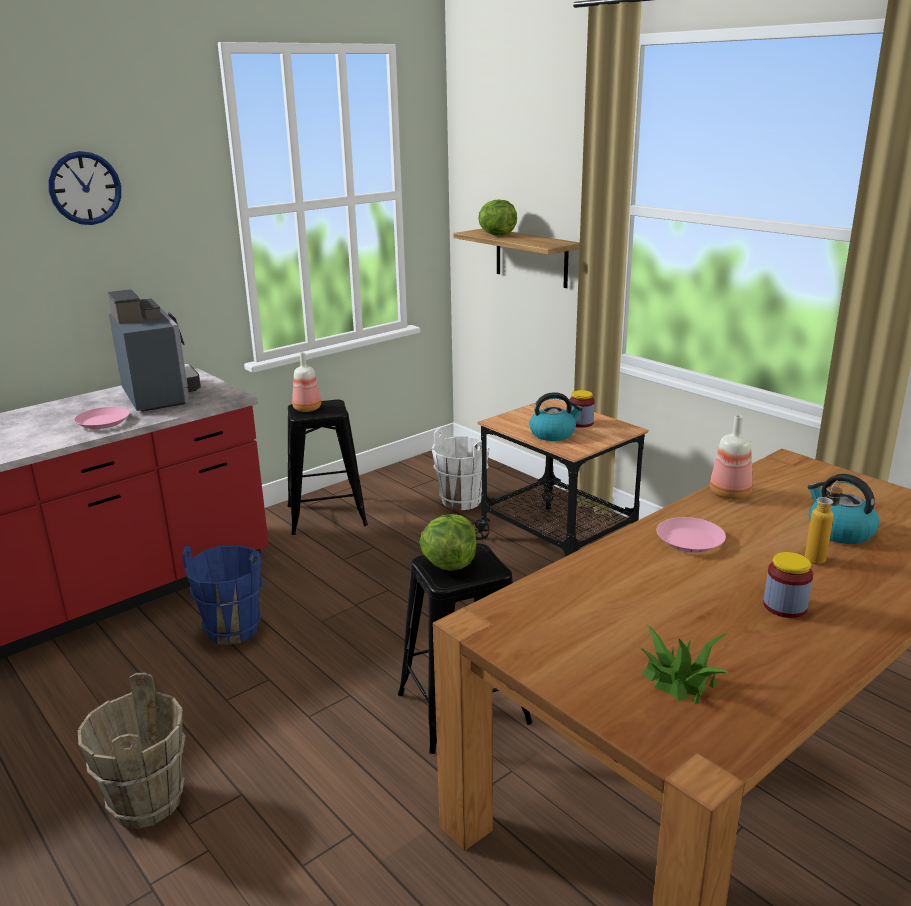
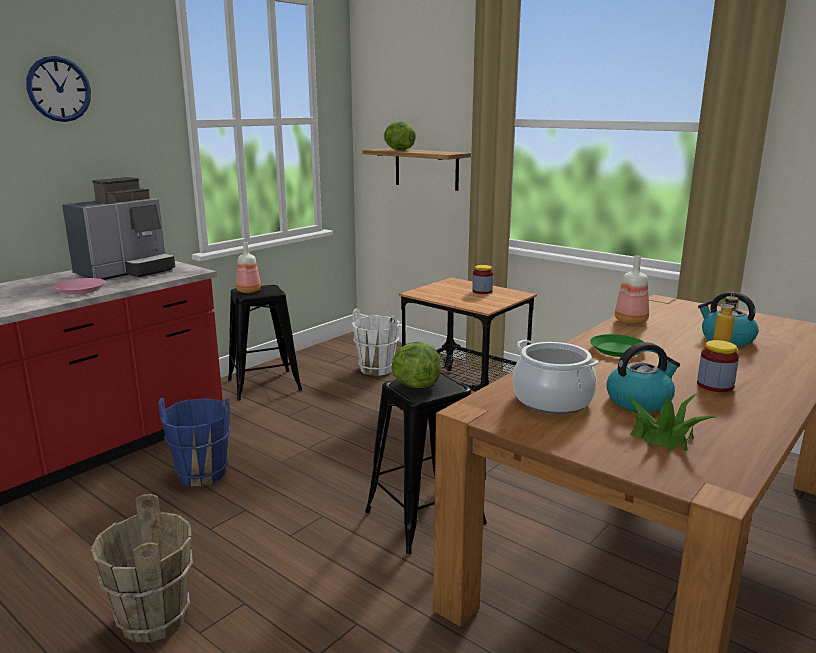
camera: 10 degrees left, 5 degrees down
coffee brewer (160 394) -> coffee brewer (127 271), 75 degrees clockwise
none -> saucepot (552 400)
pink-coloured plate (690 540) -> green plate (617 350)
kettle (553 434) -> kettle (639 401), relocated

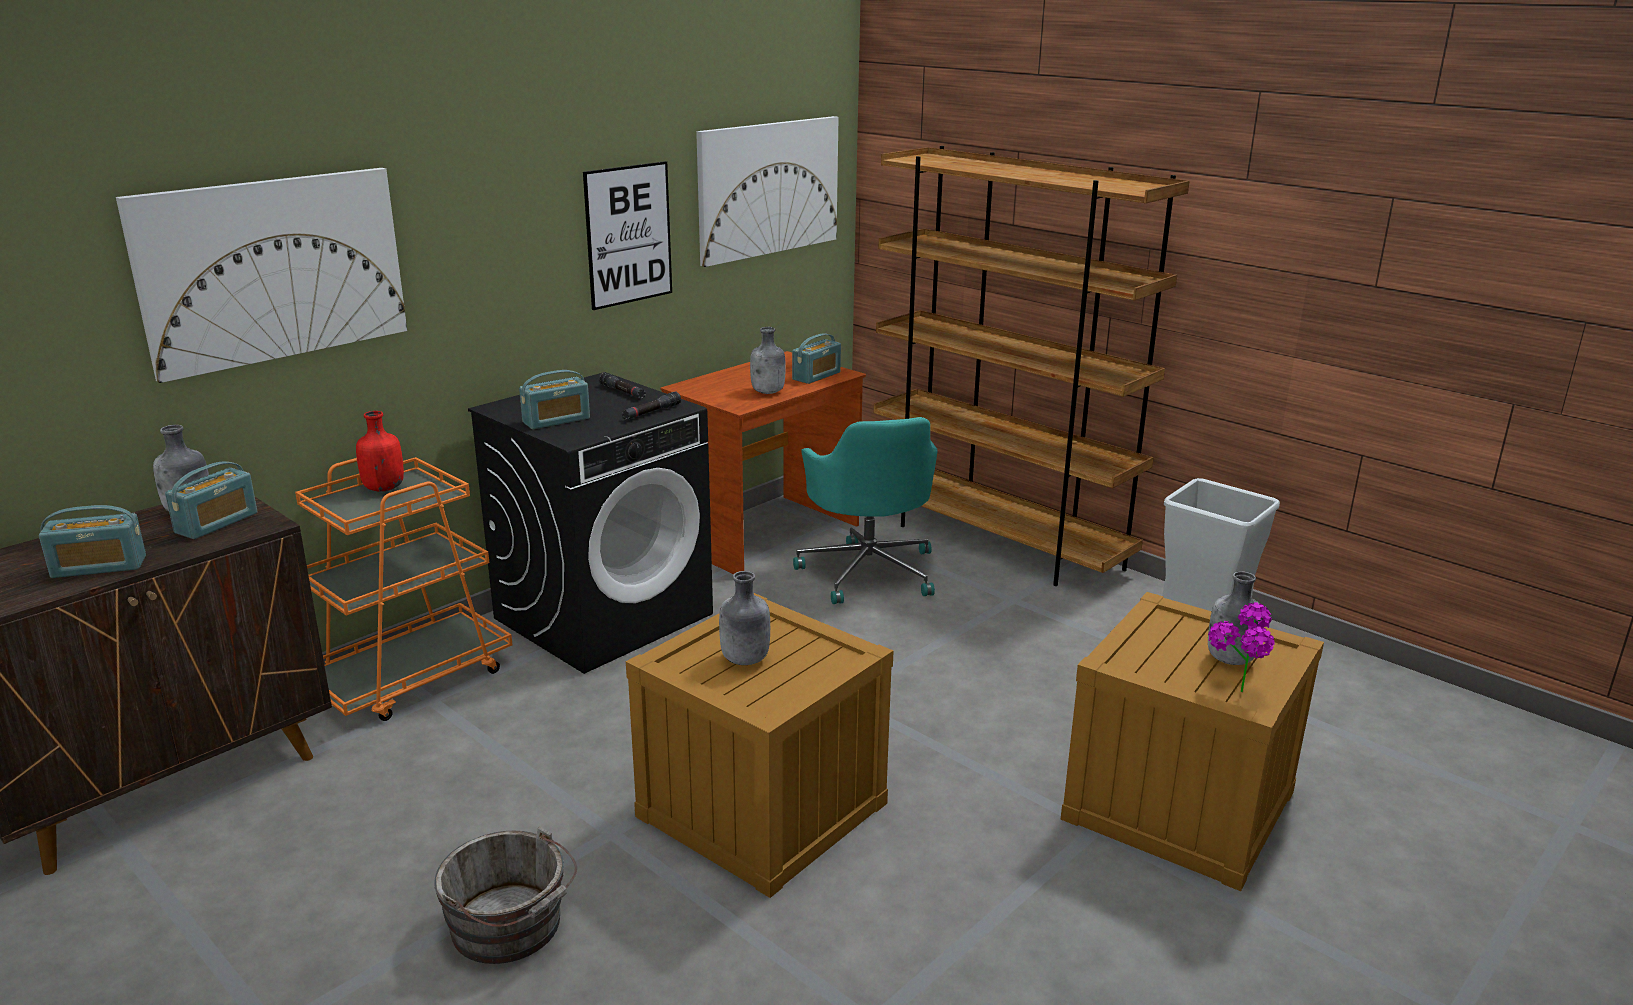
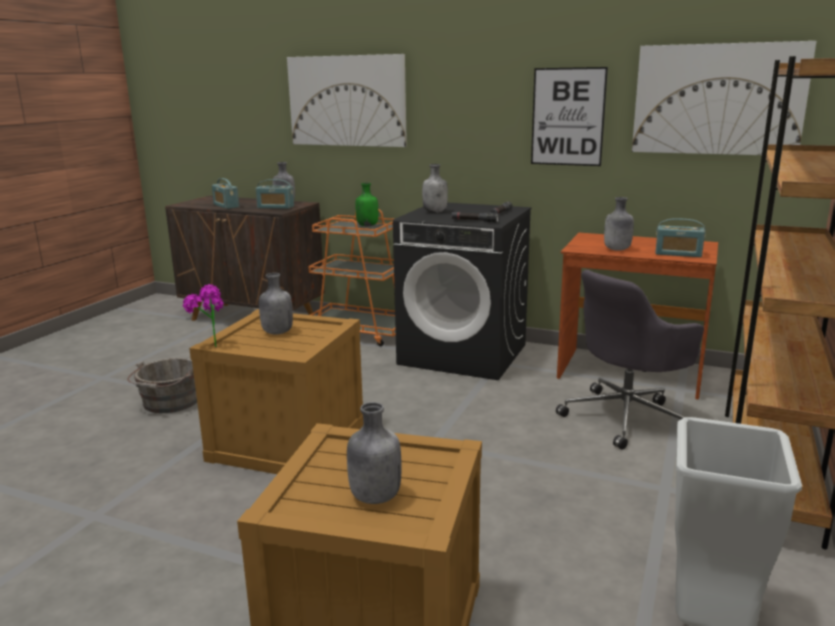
camera: 70 degrees right, 5 degrees down
potted plant (1235 696) -> potted plant (209 345), relocated
red beverage bottle (383 488) -> green beverage bottle (367 225)
radio receiver (556 420) -> grey beverage bottle (435 212)
blue-green computer chair (869 571) -> grey computer chair (627 417)

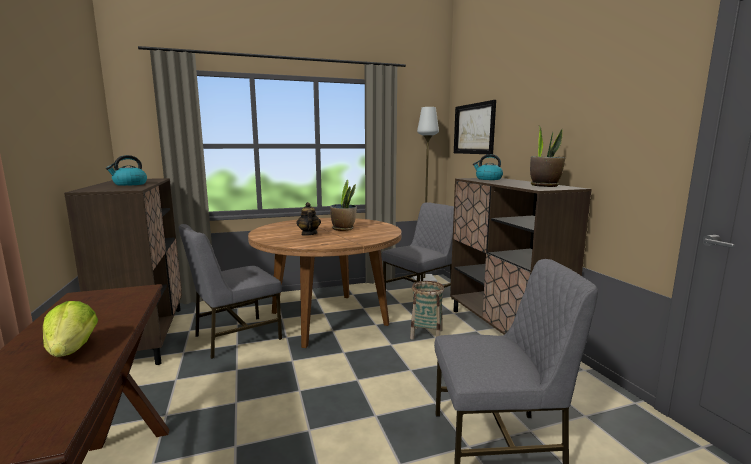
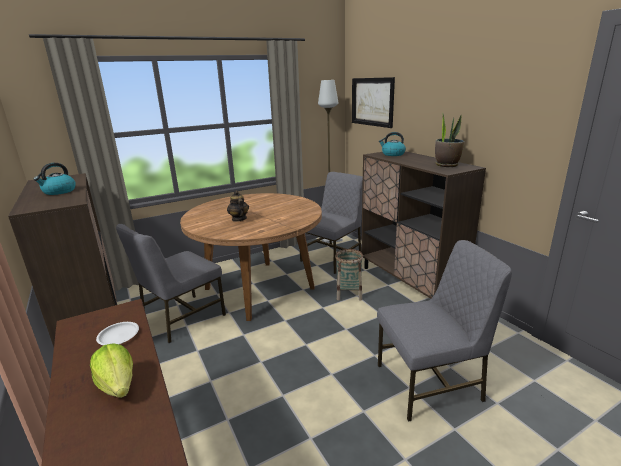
camera: 10 degrees left, 10 degrees up
none -> whitish plate (119 336)
potted plant (343 229) -> none

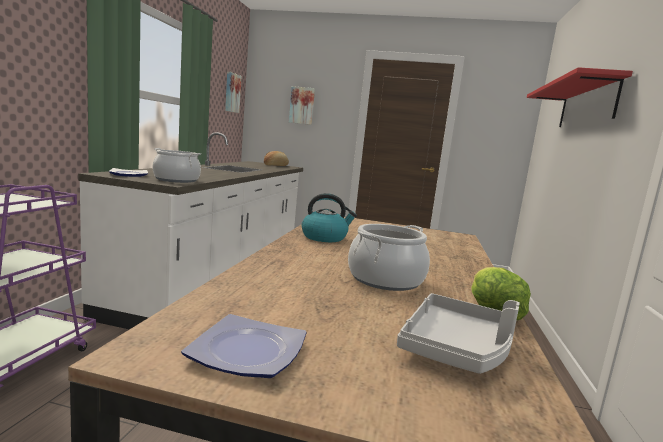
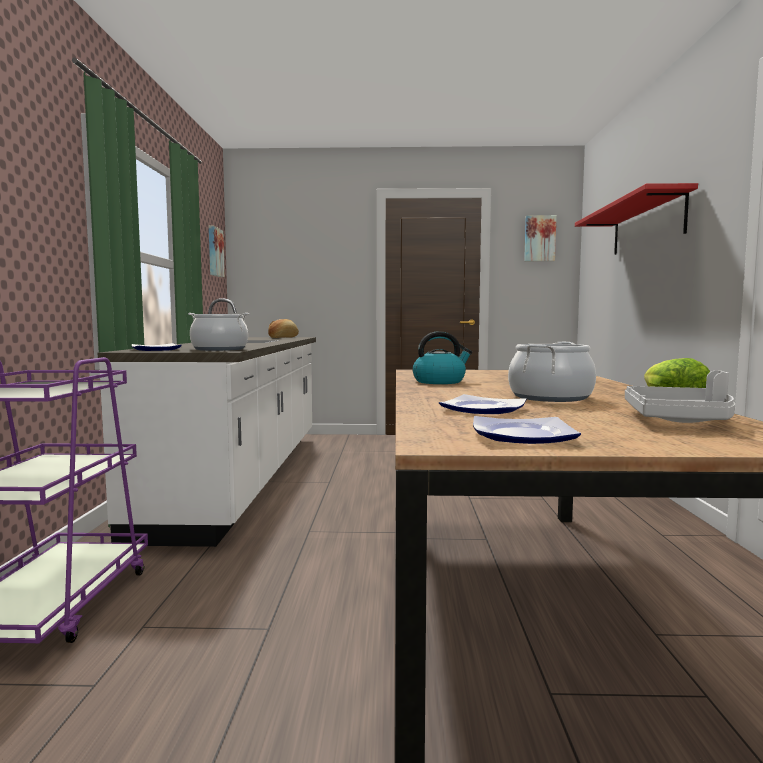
camera: 10 degrees left, 5 degrees down
none -> plate (485 409)
picture (302 105) -> picture (539 238), relocated

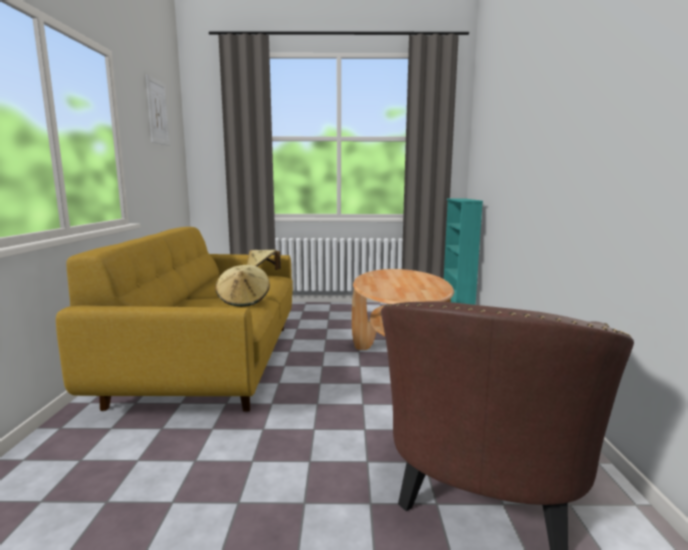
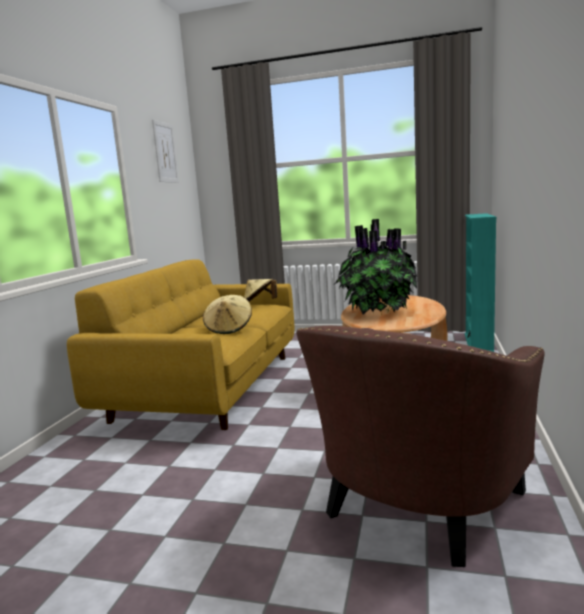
camera: 15 degrees right, 0 degrees up
none -> potted plant (377 312)

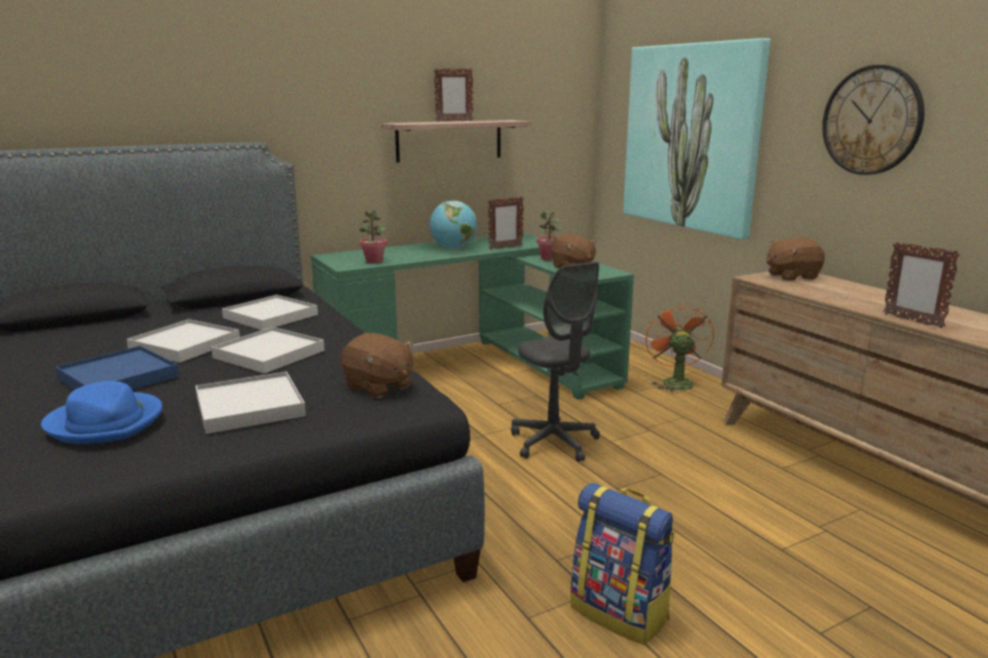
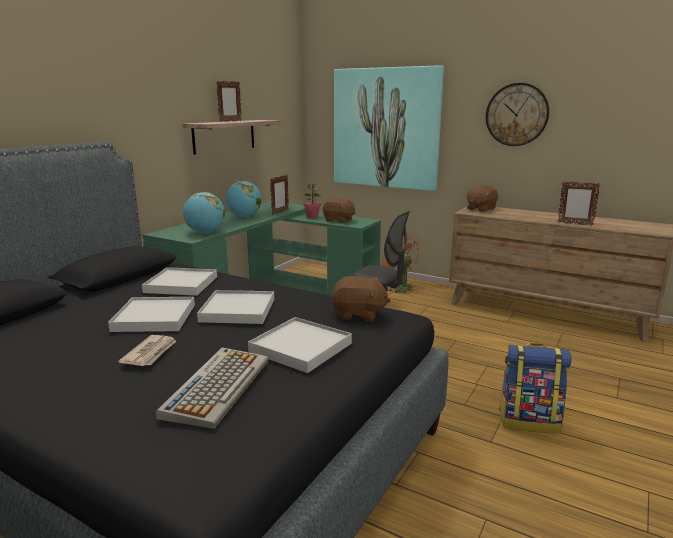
camera: 30 degrees left, 0 degrees up
blue serving tray (119 377) -> printed paper (150 353)
blue clothing hat (106 422) -> PC keyboard (217 386)
potted plant (374 261) -> desk globe (205 232)

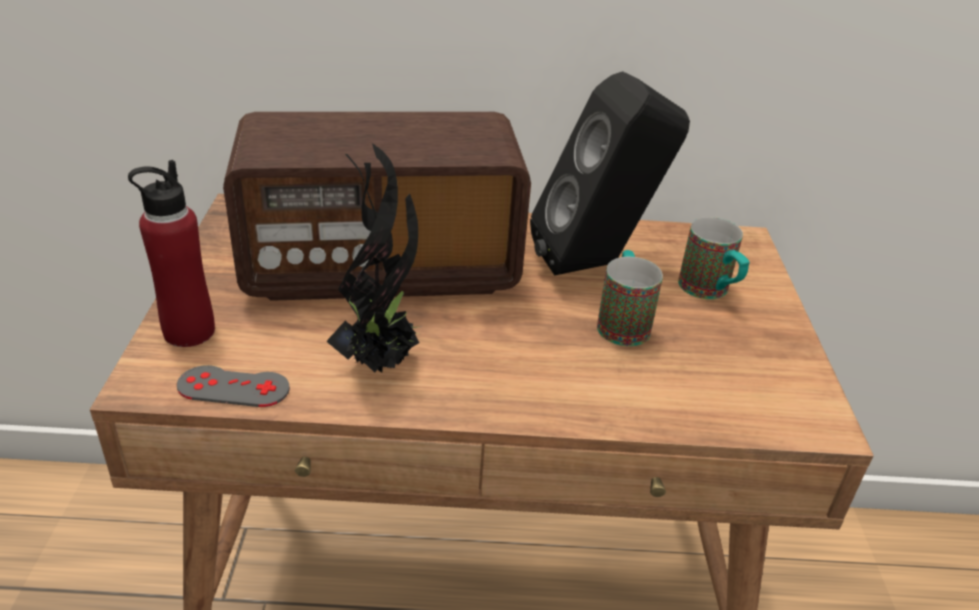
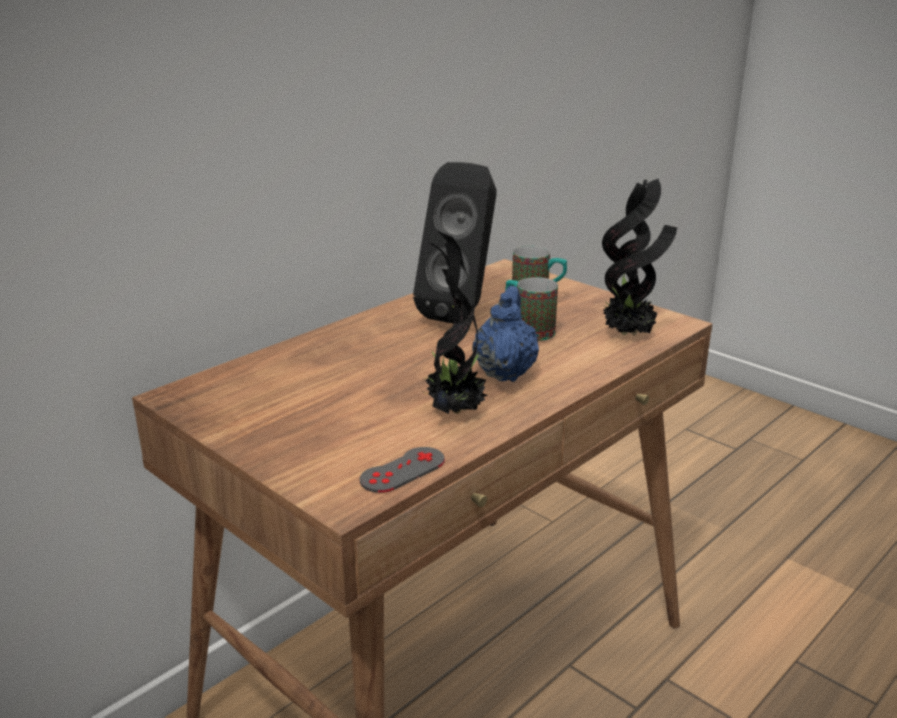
camera: 45 degrees left, 10 degrees down
none -> blue pot for tea (505 372)
none -> potted plant (629 334)
red beverage bottle (189 331) -> none
radio receiver (381 268) -> none

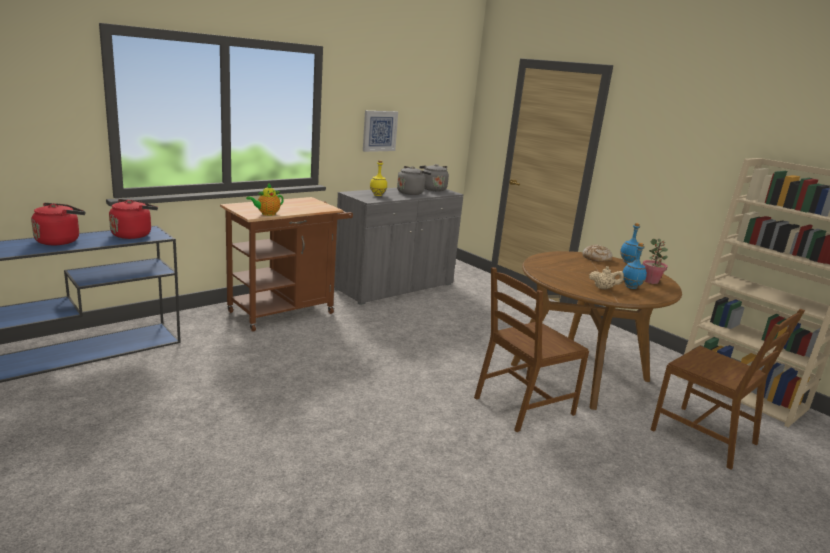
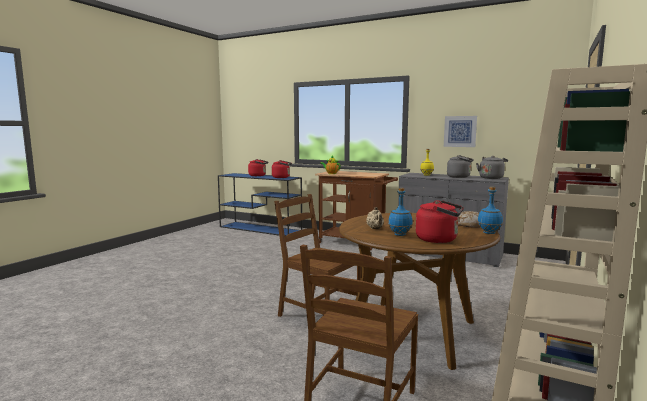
camera: 70 degrees right, 10 degrees down
potted plant (651 281) -> red kettle (439 240)

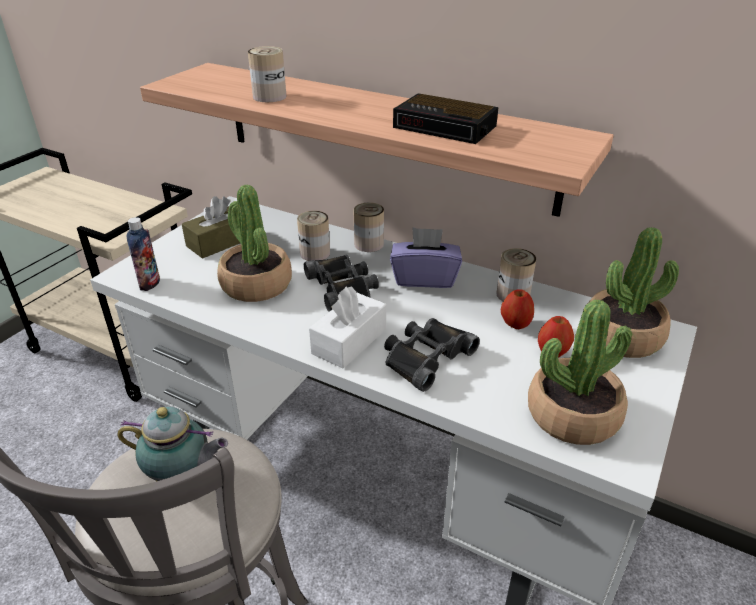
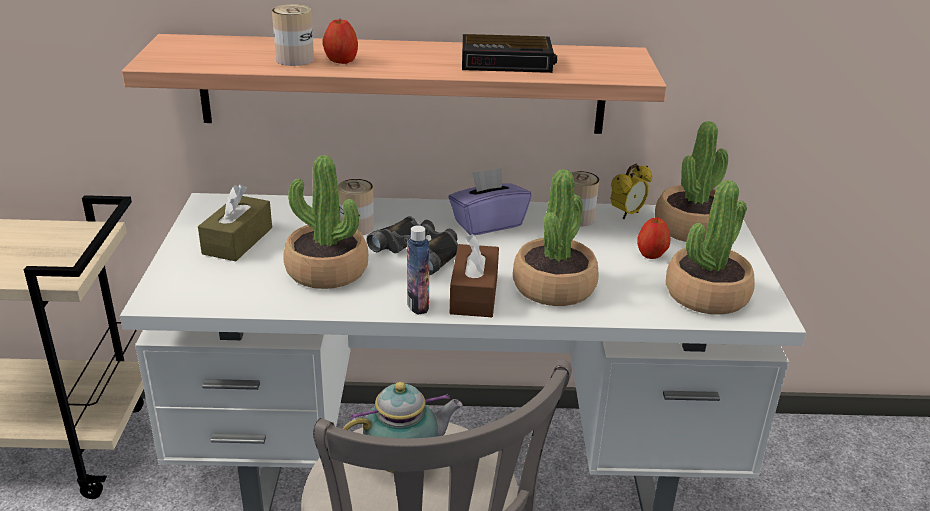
camera: 30 degrees left, 5 degrees down
apple fruit (515 324) -> apple fruit (341 62), relocated
beverage bottle (150 283) -> beverage bottle (418 305), relocated
whitish tissue holder (349 341) -> brown-coloured tissue holder (474 294)
black-coloured field glasses (425 357) -> potted plant (554 287)
none -> bedside clock (627 214)
can (369 244) -> none

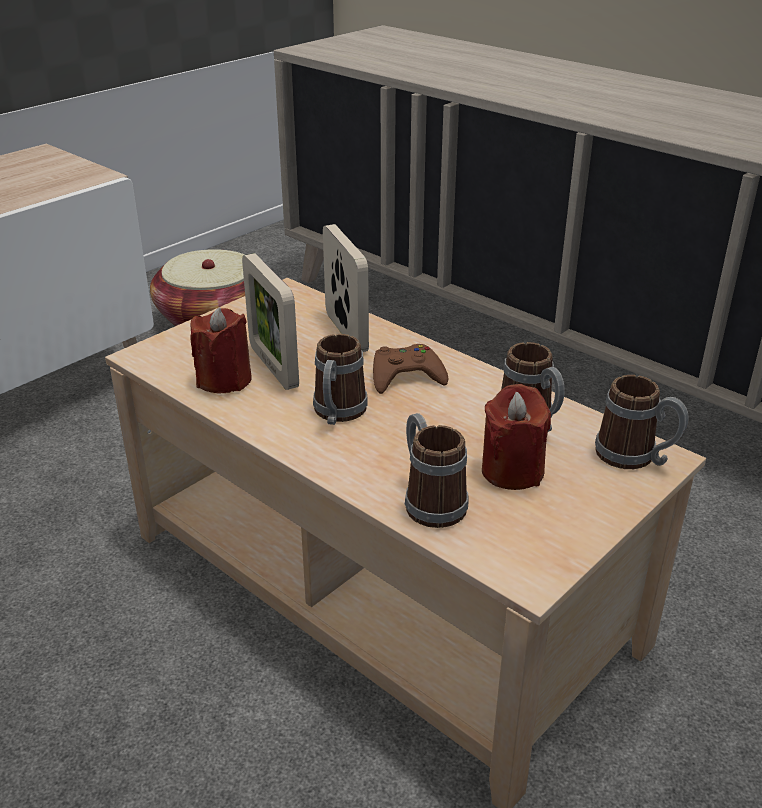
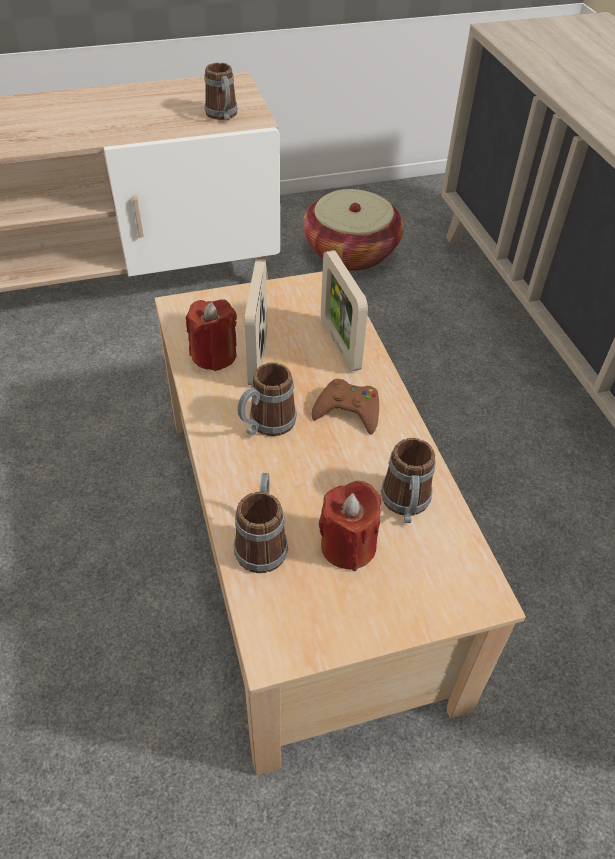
camera: 30 degrees right, 15 degrees up
mug (635 457) -> mug (223 116), relocated
picture frame (346 332) -> picture frame (340 345), 150 degrees clockwise

